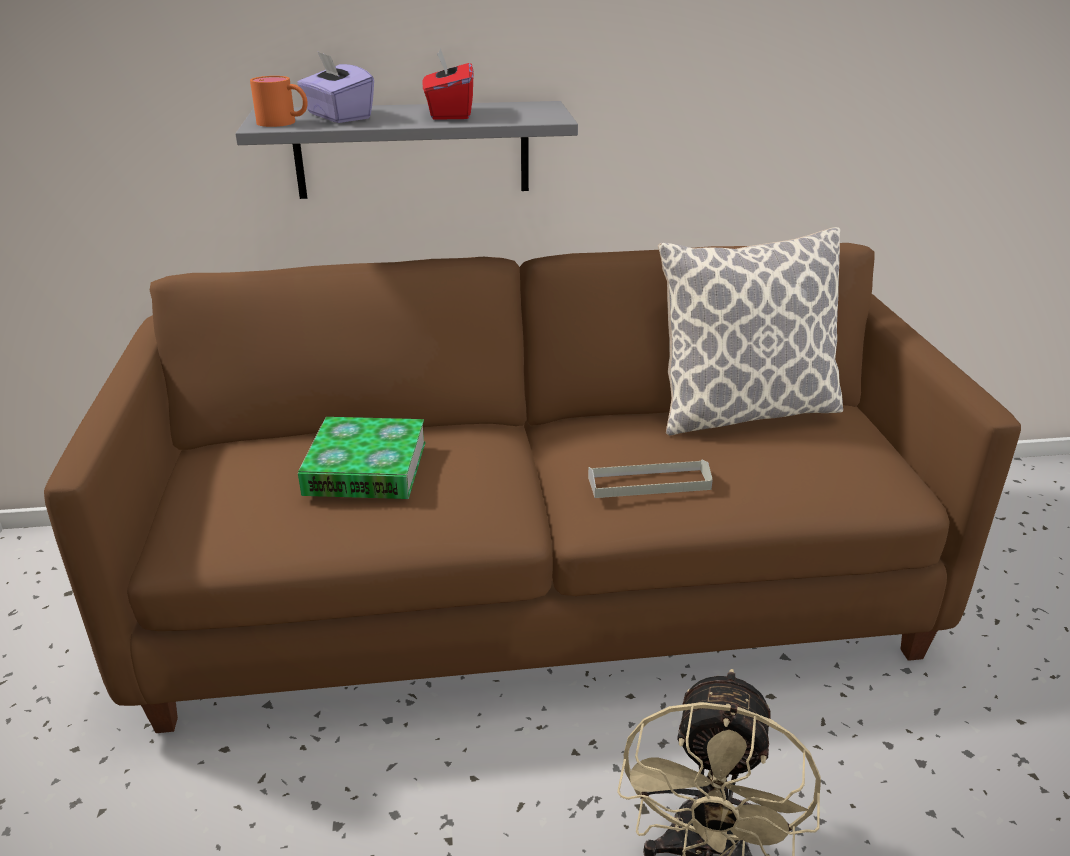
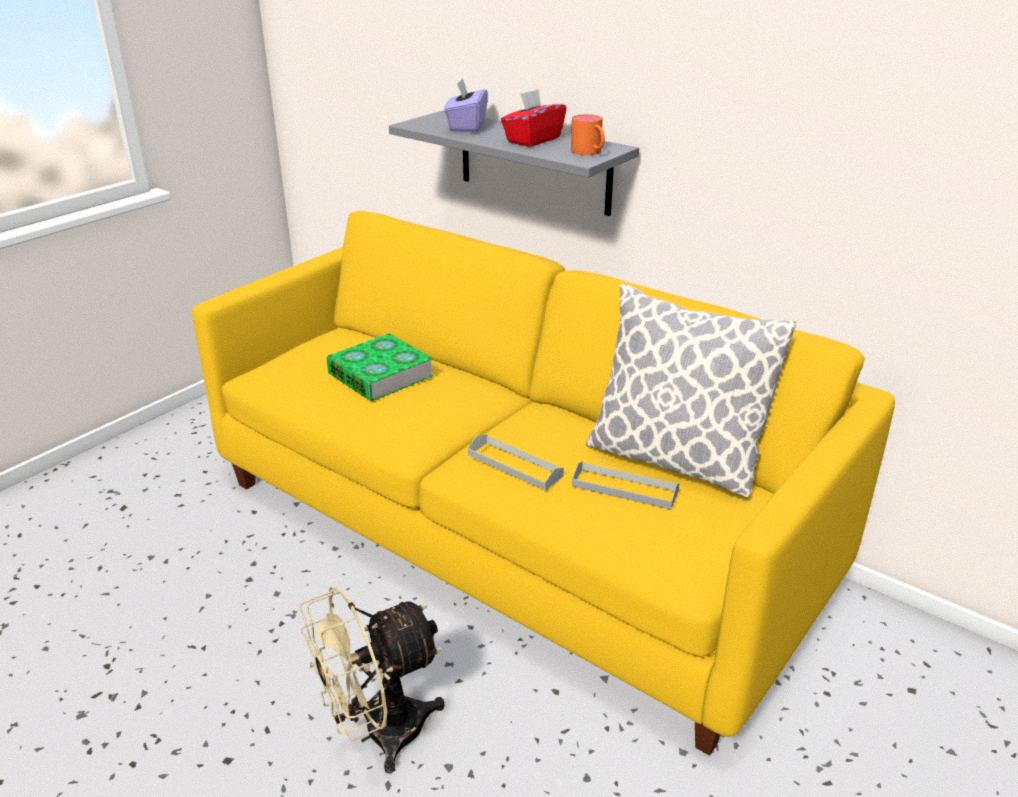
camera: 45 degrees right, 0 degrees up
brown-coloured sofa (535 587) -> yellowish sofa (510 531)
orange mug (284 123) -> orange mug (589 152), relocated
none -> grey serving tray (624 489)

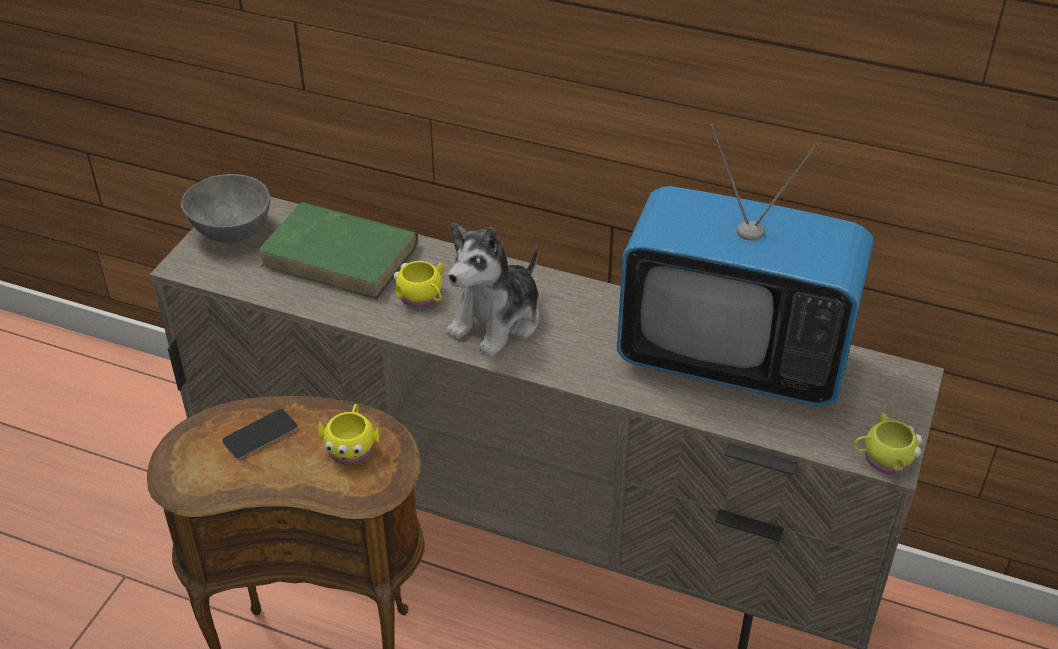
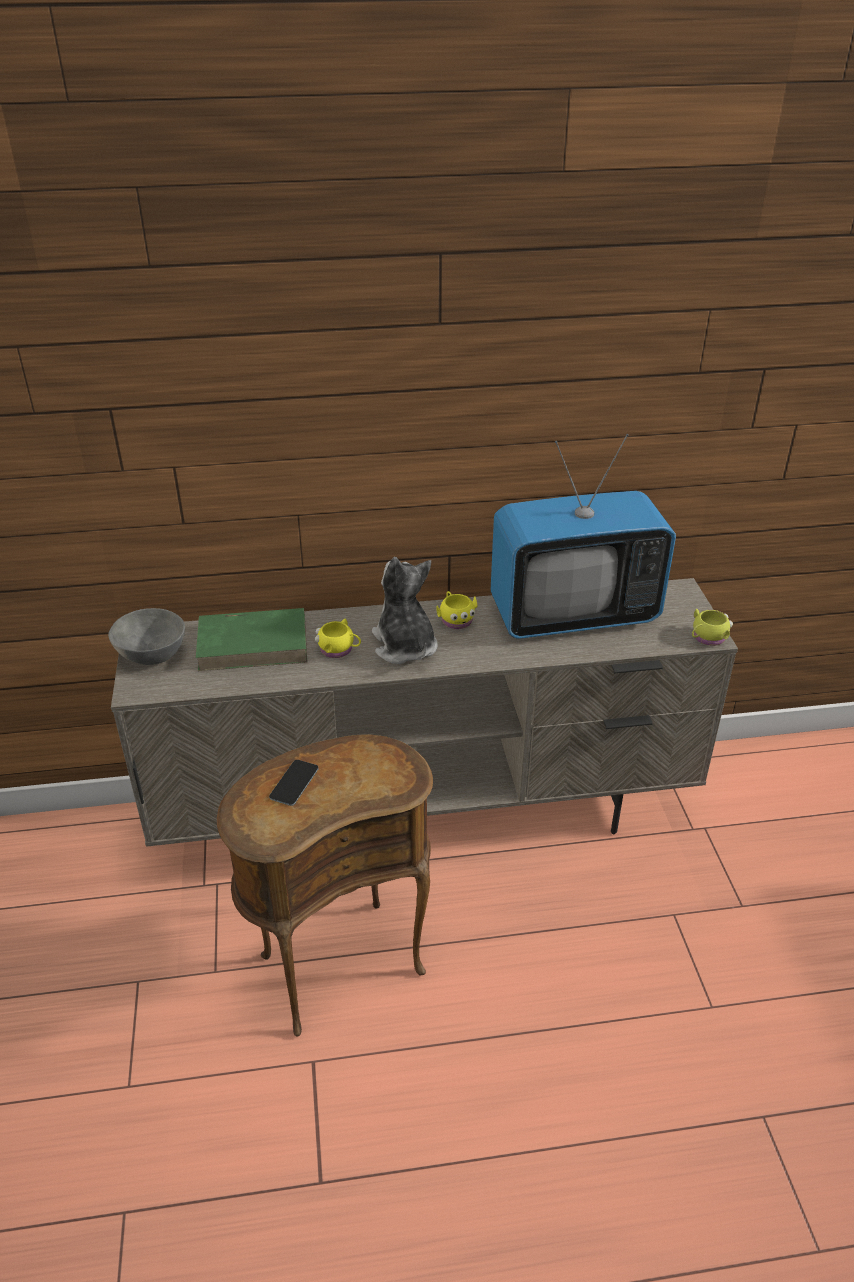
camera: 30 degrees left, 5 degrees down
cuddly toy (497 321) -> cuddly toy (404 646), 150 degrees clockwise
yellowish mug (351 446) -> yellowish mug (455 619), relocated

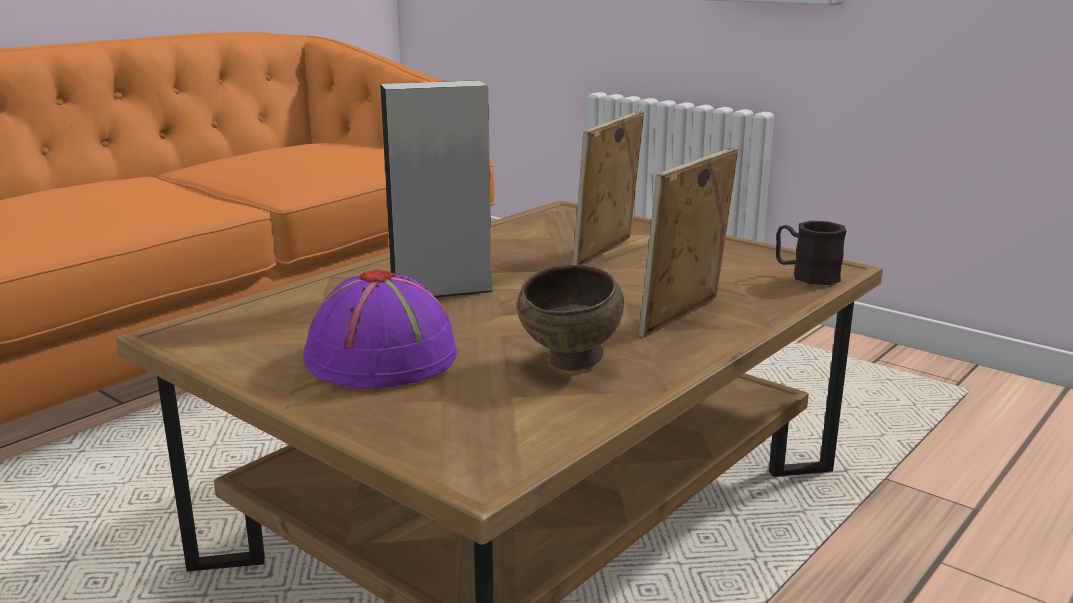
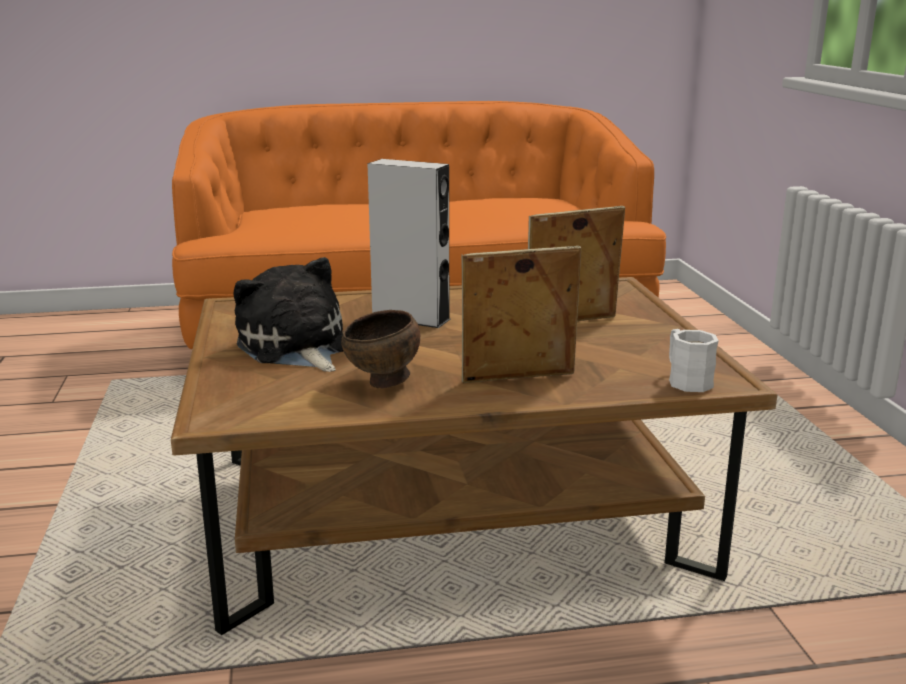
camera: 40 degrees right, 0 degrees up
purple-coloured clothing hat (383 358) -> cuddly toy (295 348)
black-coloured mug (806 275) -> whitish mug (685 379)

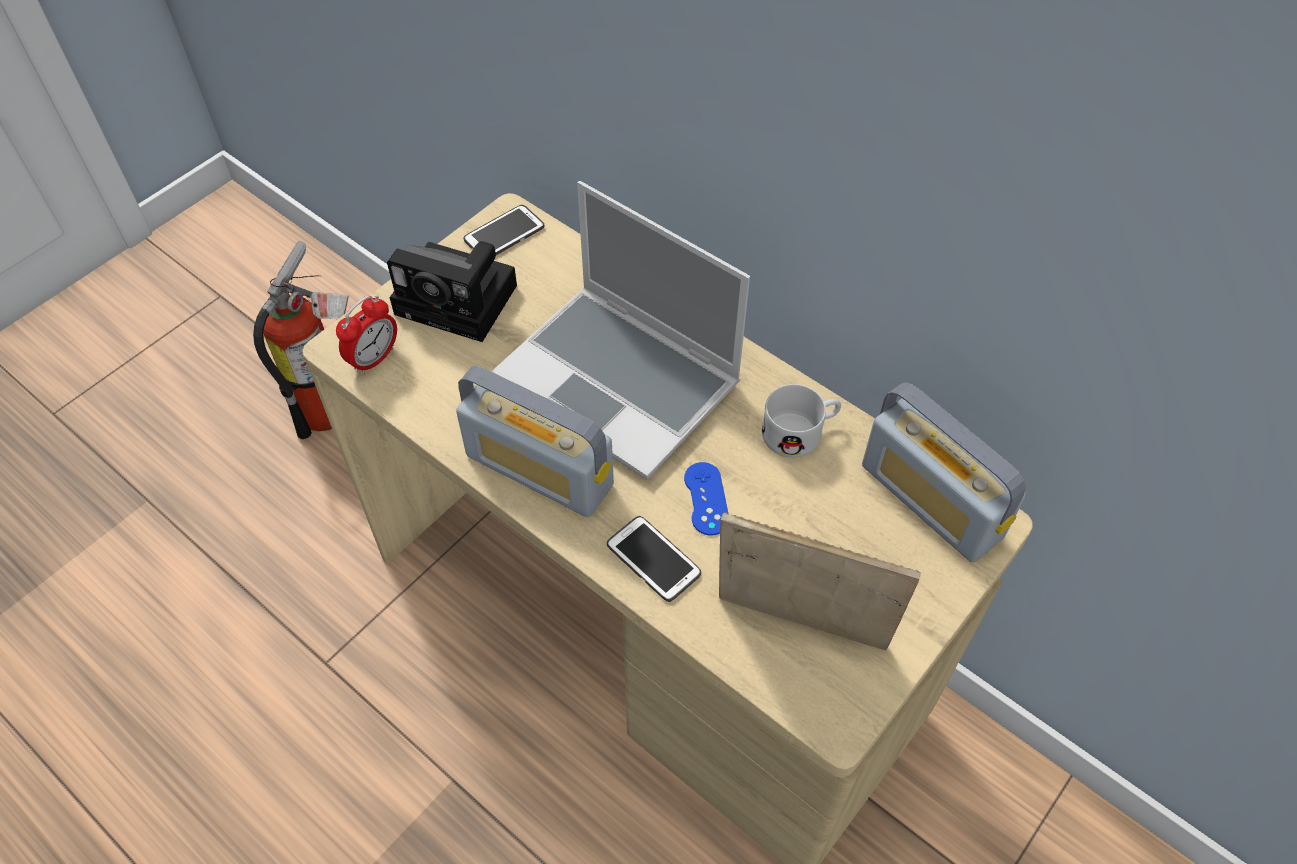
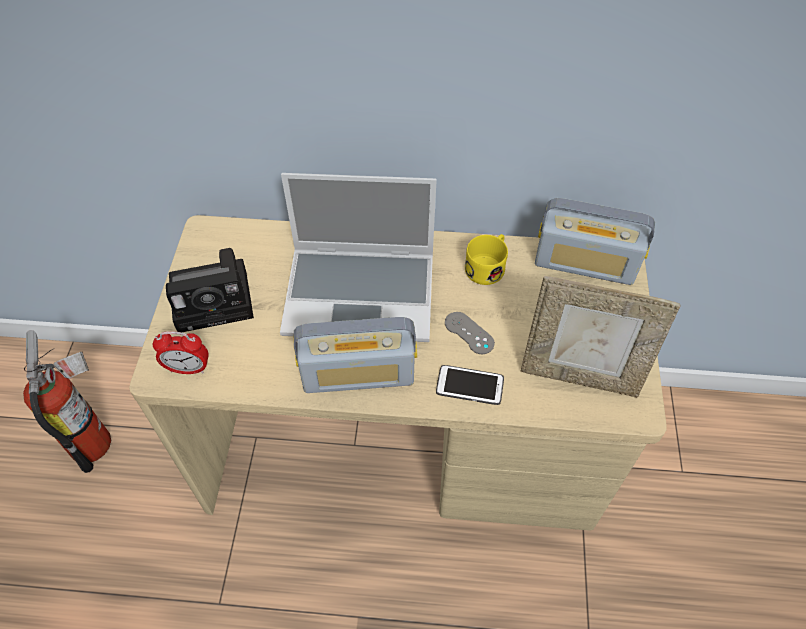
camera: 35 degrees left, 0 degrees up
bedside clock (374 359) -> bedside clock (188 368), 90 degrees clockwise
blue joypad (706 498) -> grey joypad (469 333)
whitish mug (800 432) -> yellowish mug (488 266)
picture frame (798 631) -> picture frame (580 376), 150 degrees counterclockwise
phone (504 234) -> none

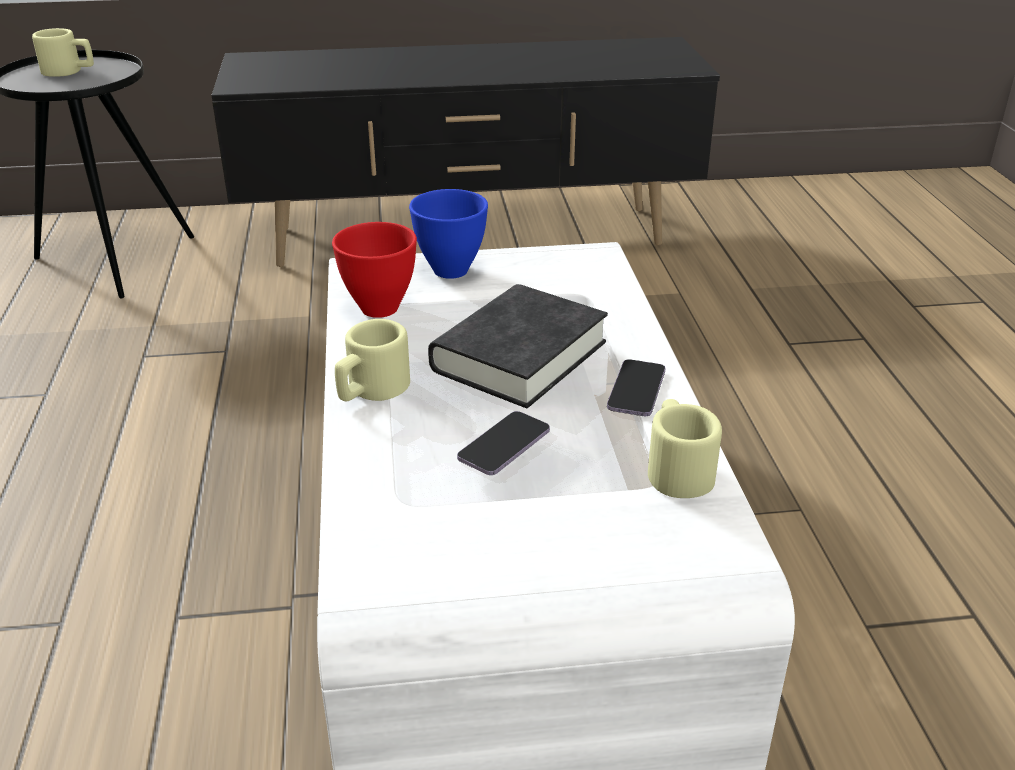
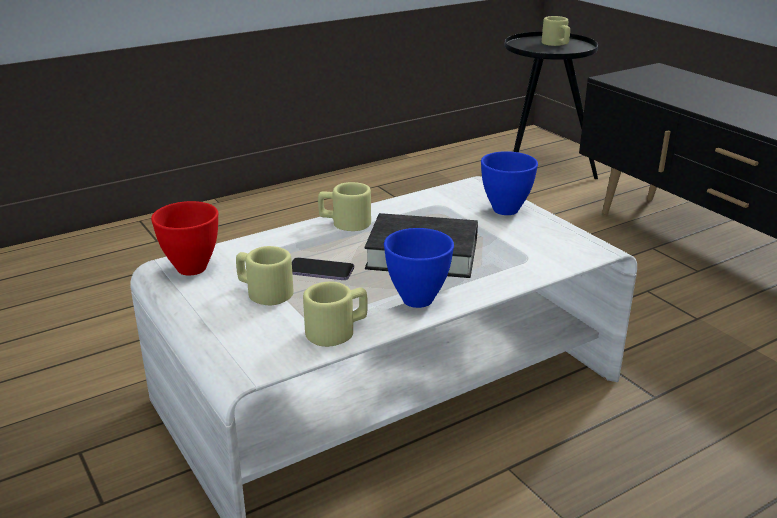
camera: 65 degrees right, 5 degrees down
red serving bowl (377 309) -> red serving bowl (191 267), relocated
none -> beige mug (264 292)
phone (636 390) -> blue serving bowl (419 300)

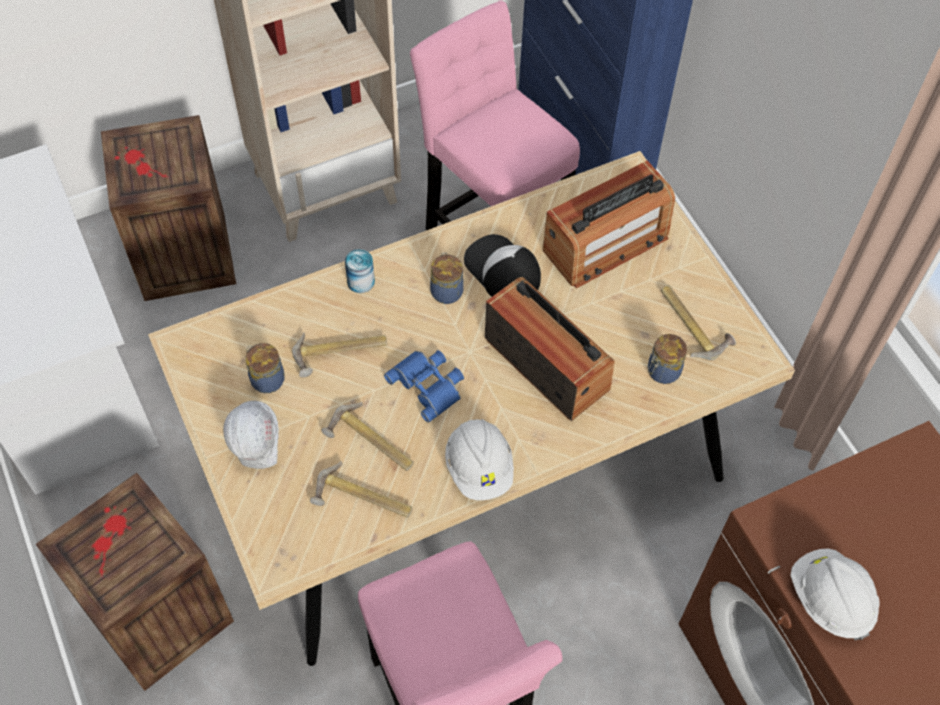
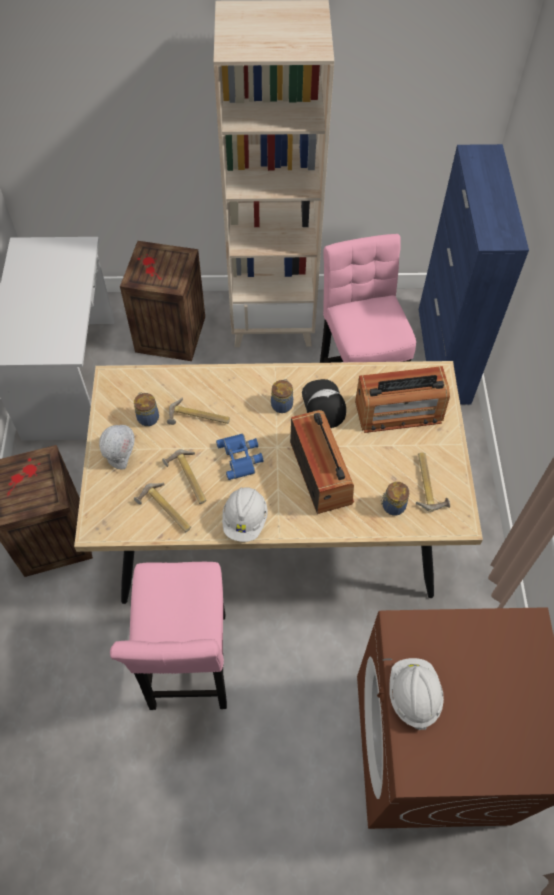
camera: 25 degrees right, 0 degrees up
can (361 281) -> none

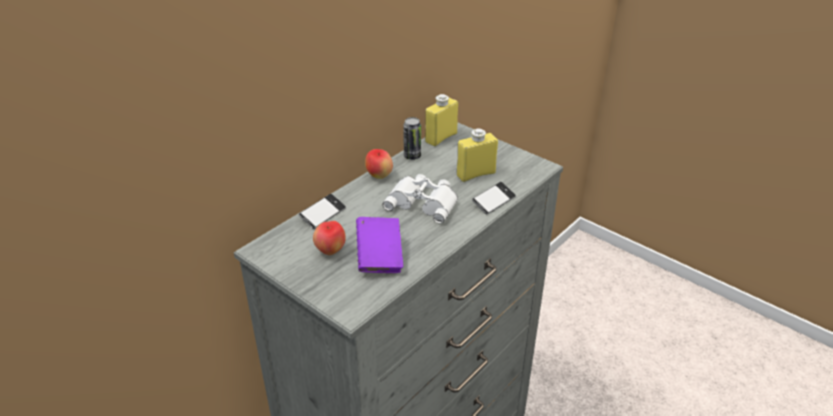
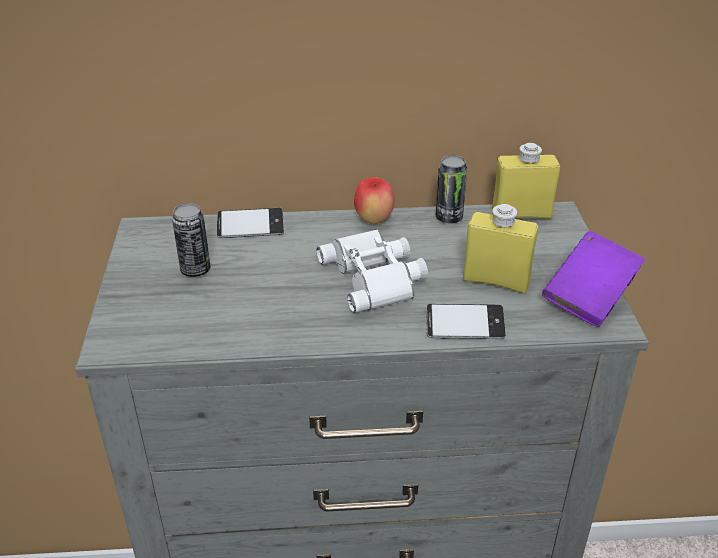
camera: 45 degrees right, 0 degrees up
apple fruit (330 251) -> can (195 270)
purple-coloured volume (379 257) -> purple-coloured volume (589 297), relocated

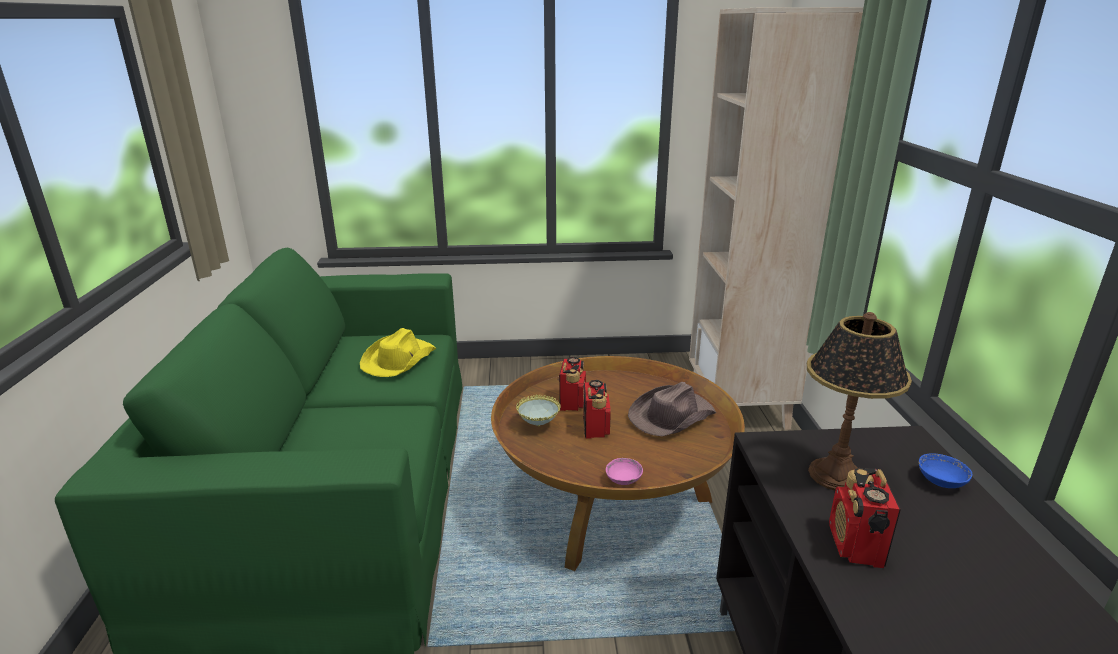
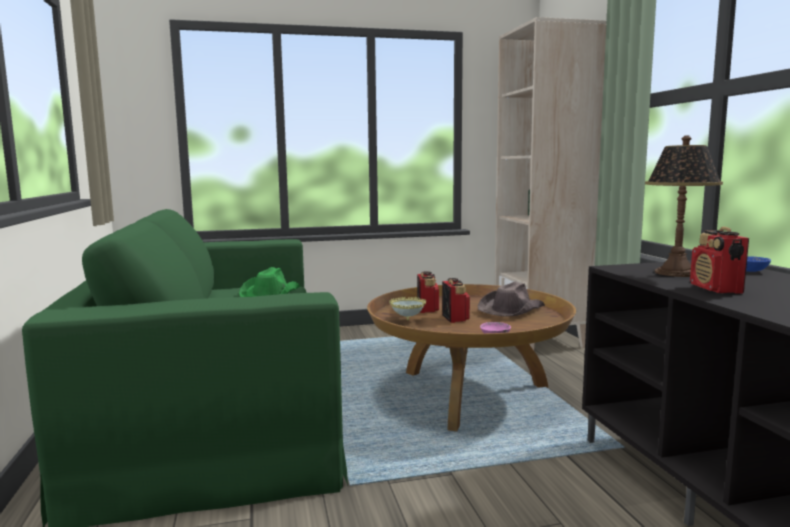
camera: 10 degrees left, 15 degrees down
yellowish clothing hat (398 360) -> green clothing hat (270 293)

